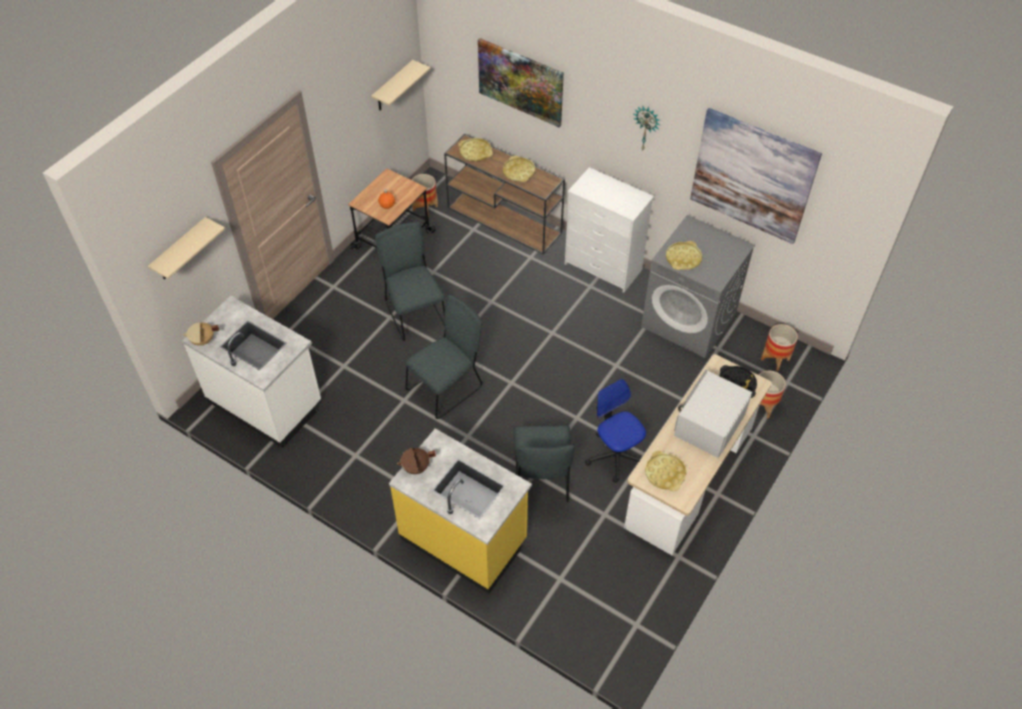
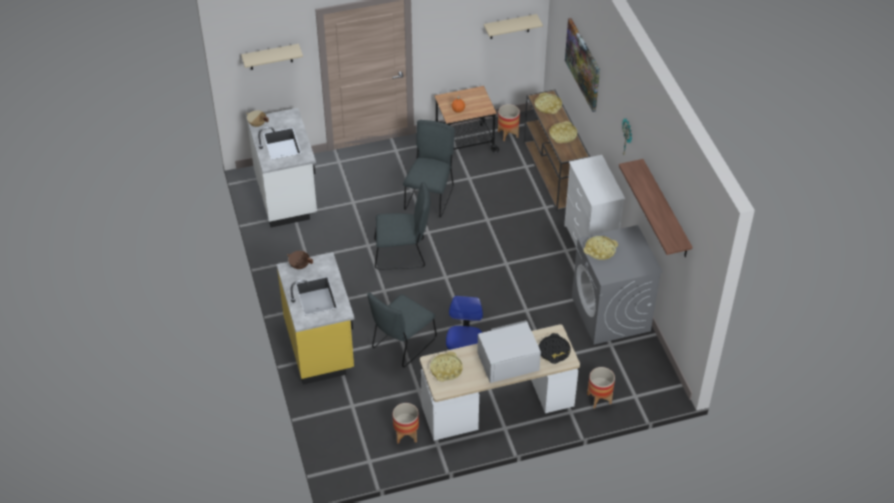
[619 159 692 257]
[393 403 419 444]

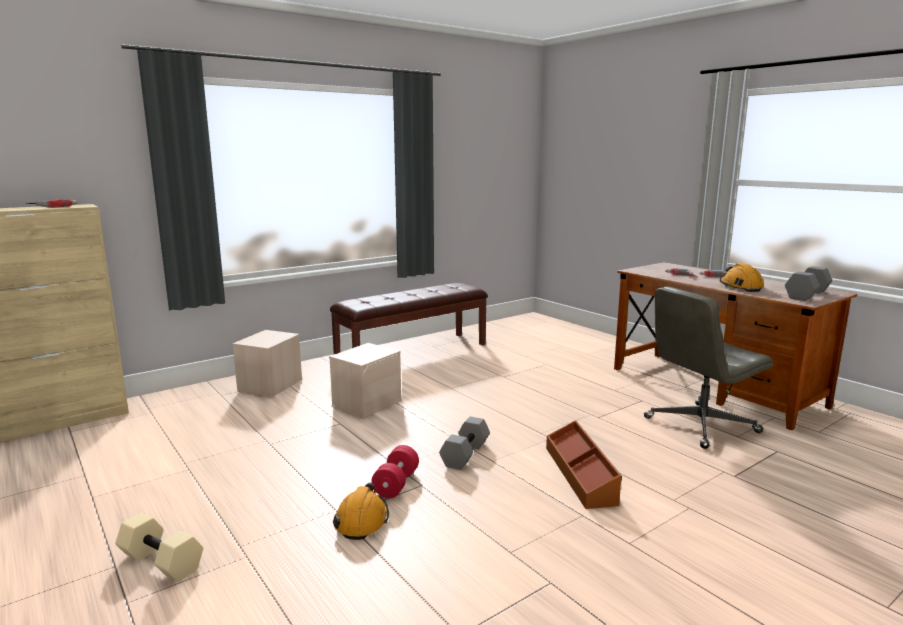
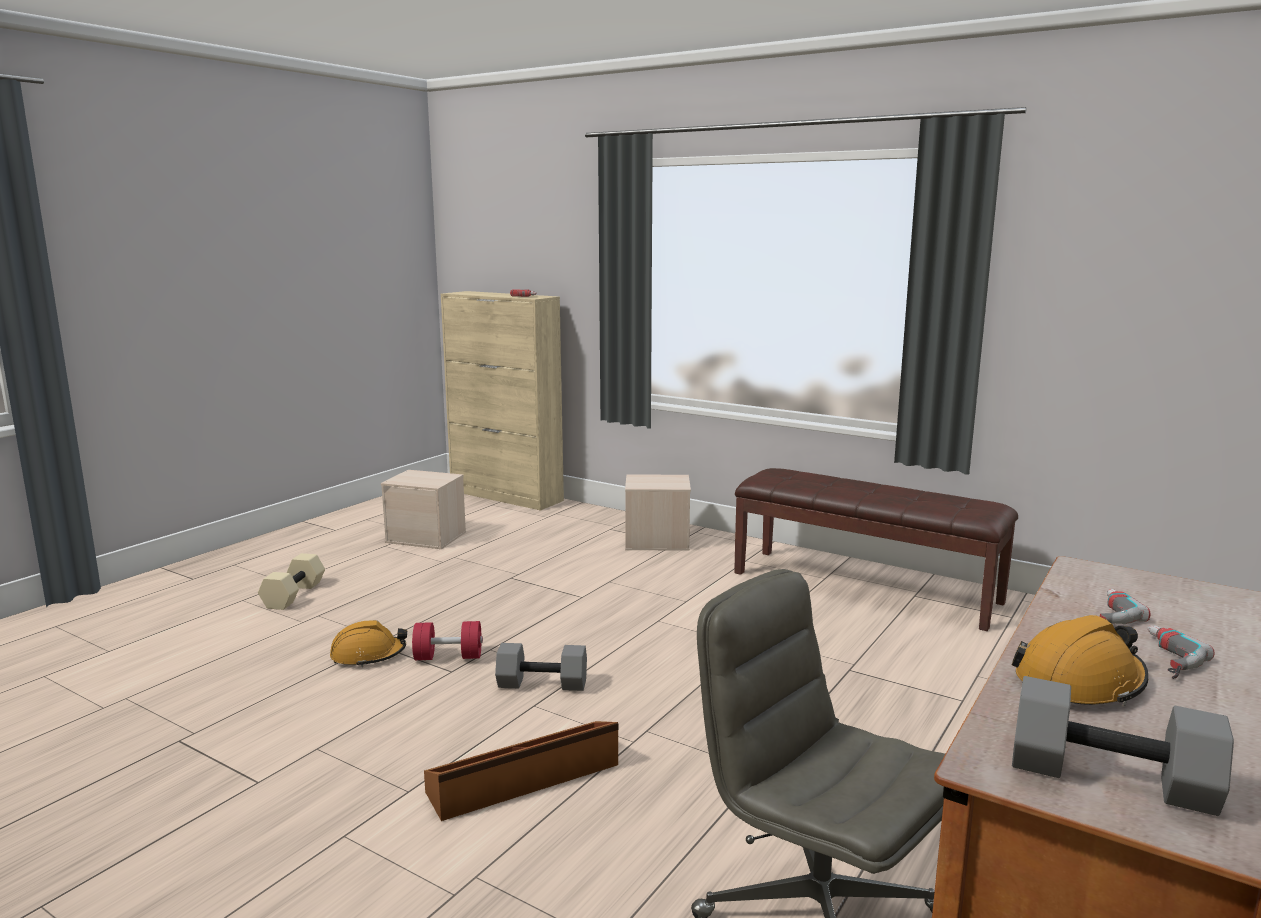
[381 470 466 549]

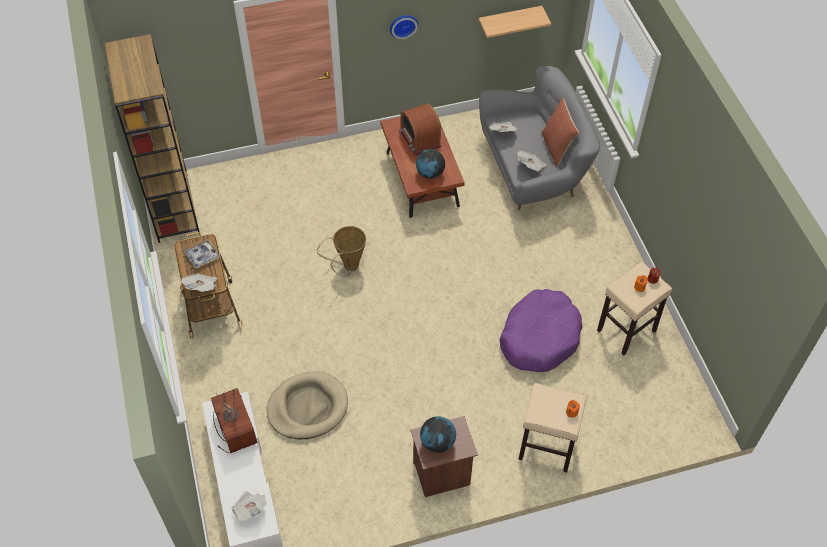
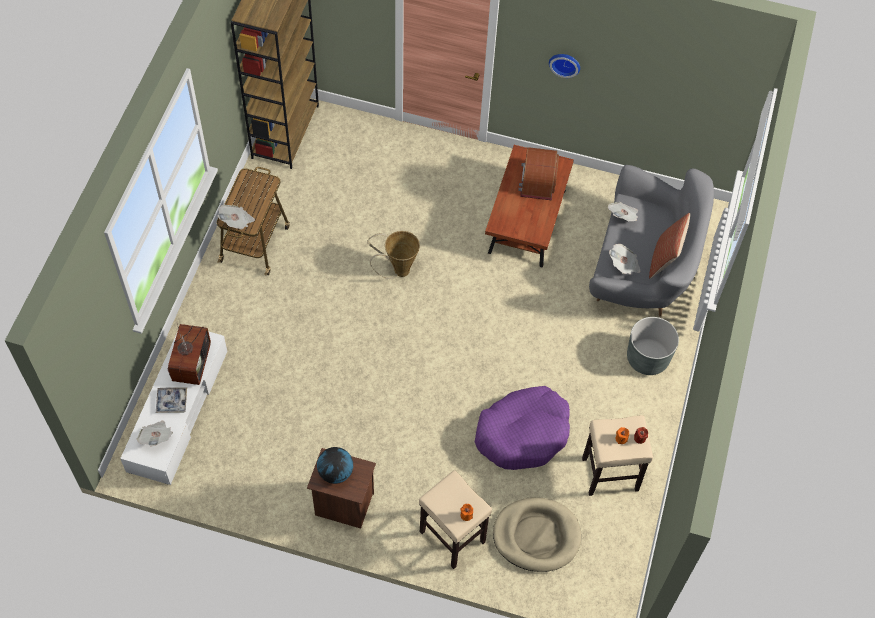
[156 387 187 413]
[493 497 581 572]
[416 149 445 179] (first image)
[479 6 551 38] (first image)
[627 317 679 375]

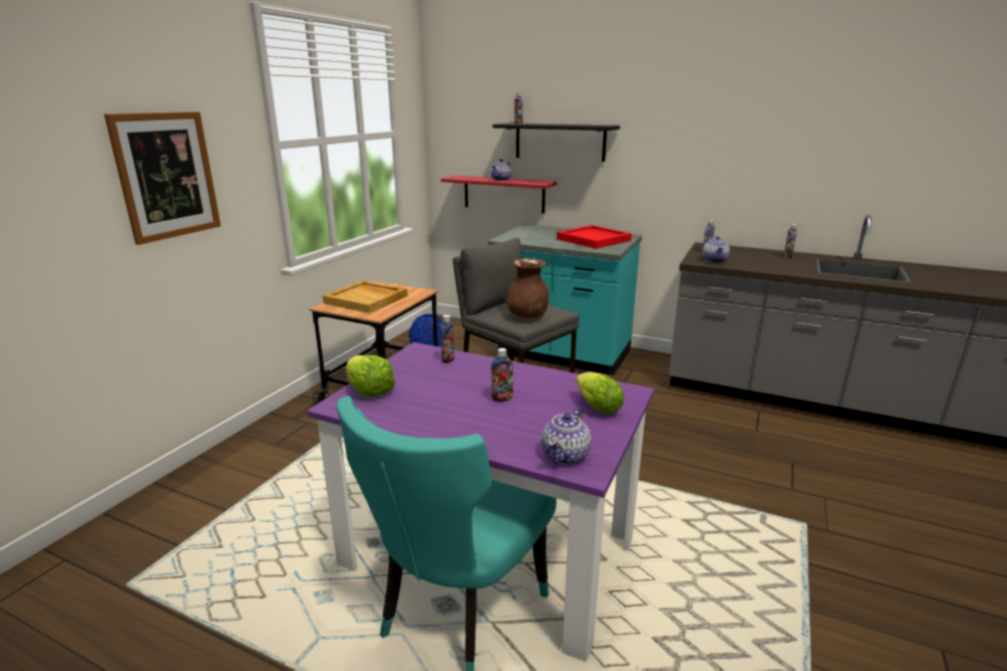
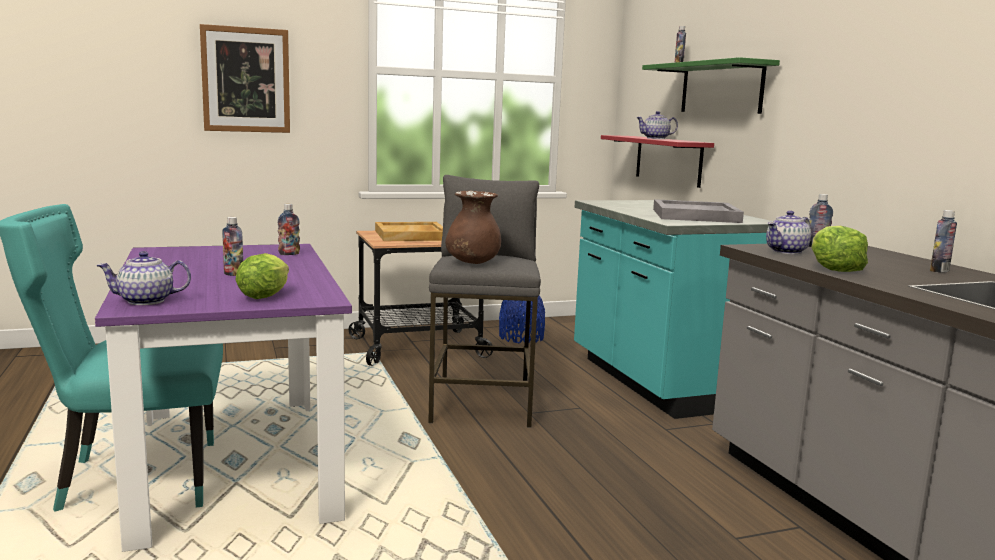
[811 226 868 272]
[642 57 780 114]
[653 199 744 223]

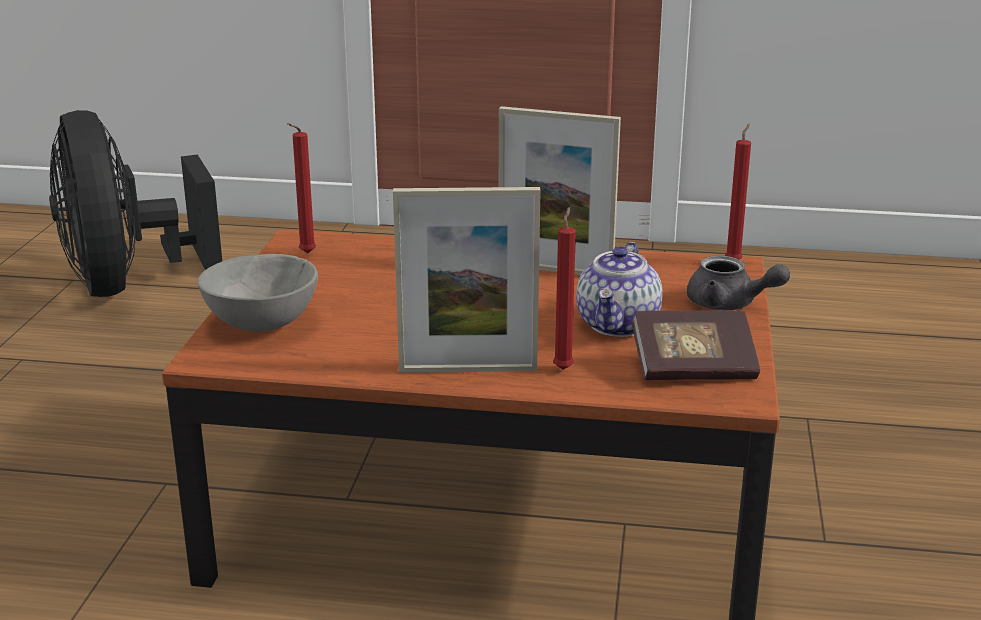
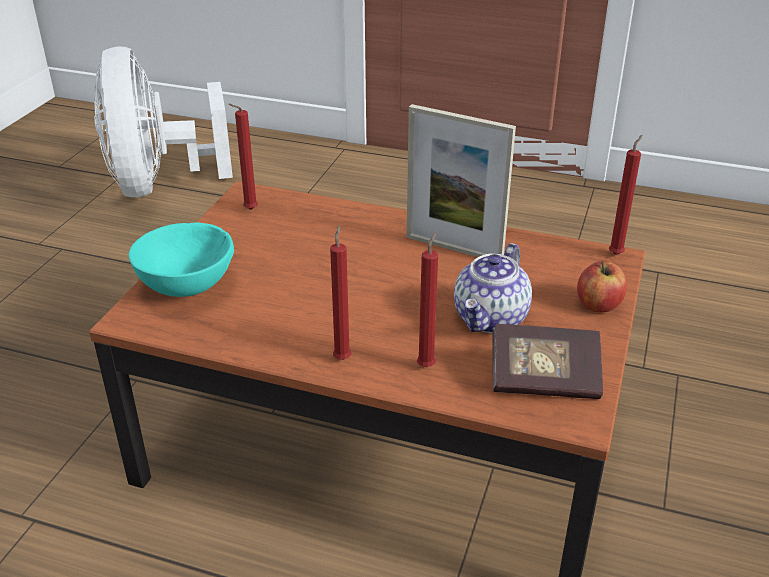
[94 46 233 197]
[129 223 234 297]
[330 225 351 360]
[577 261 627 313]

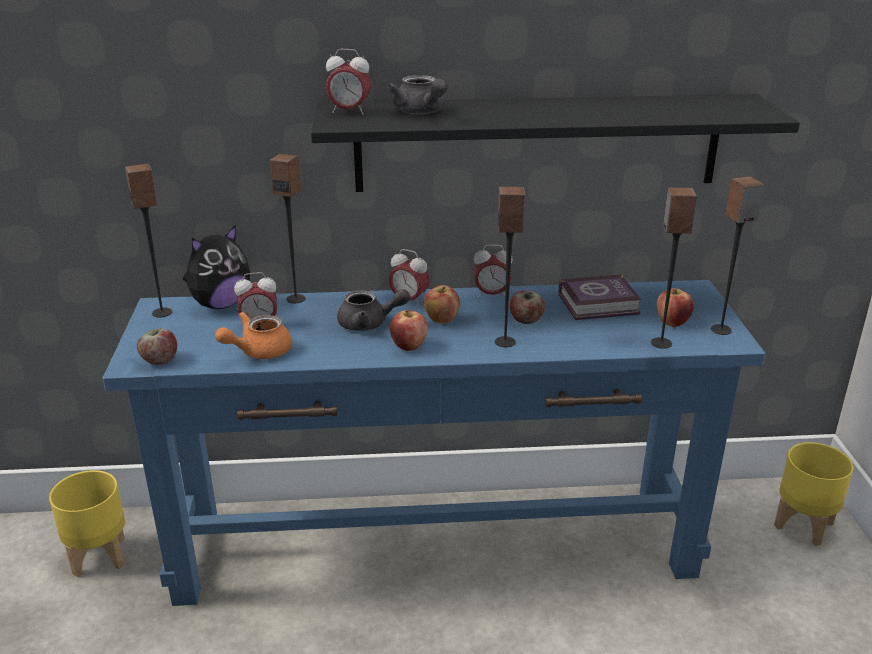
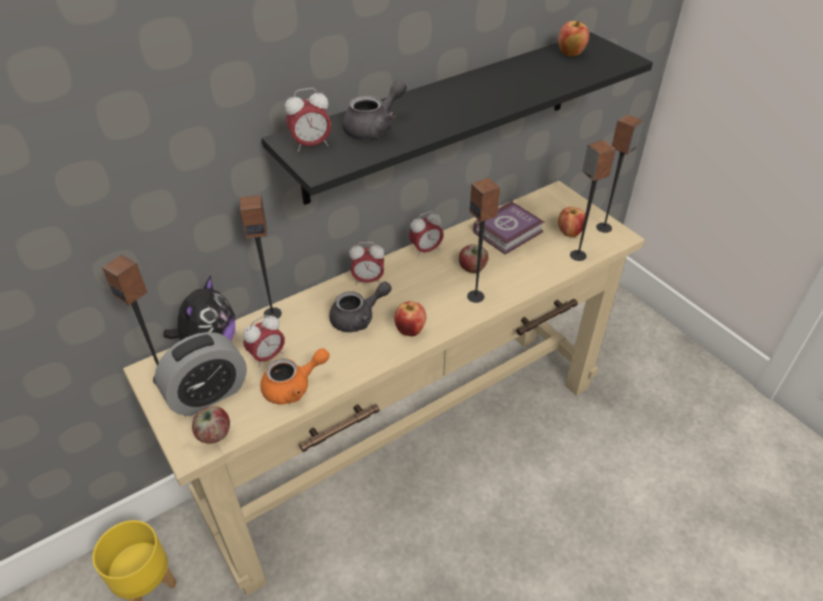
[123 181 645 596]
[260 348 330 404]
[342 80 407 139]
[558 21 589 56]
[774 442 854 546] (first image)
[155 332 247 416]

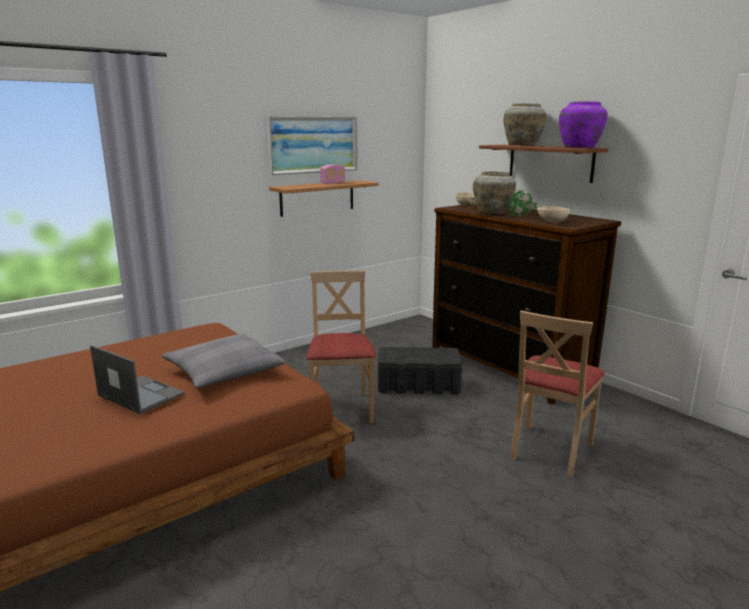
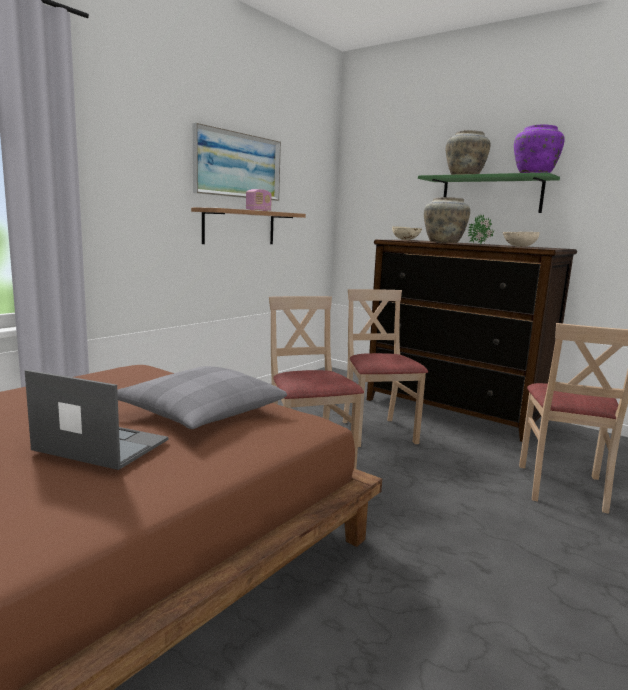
[343 289 428 447]
[418 172 560 213]

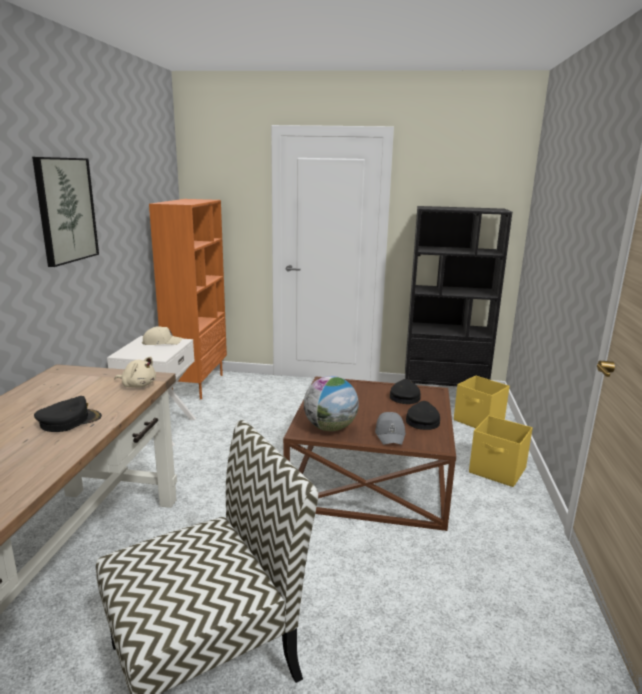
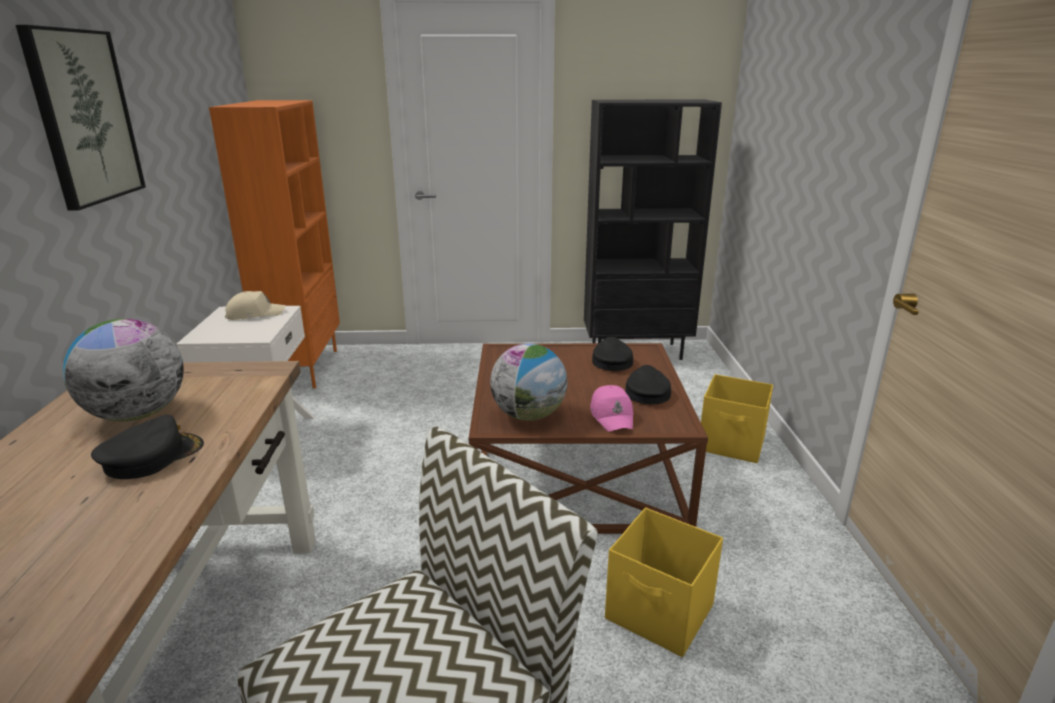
[115 357 156 388] (first image)
[590 385 633 432]
[605 508 723 657]
[63 319 184 422]

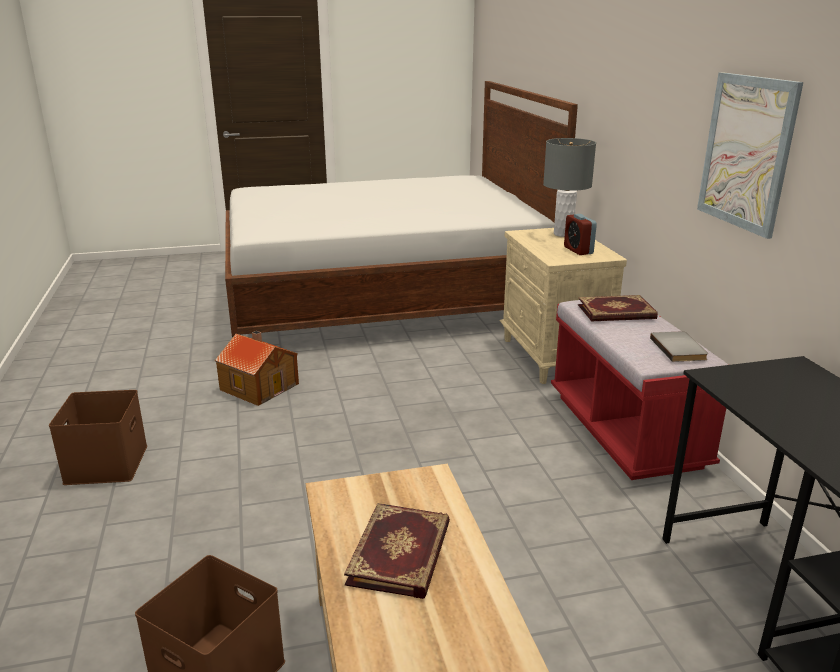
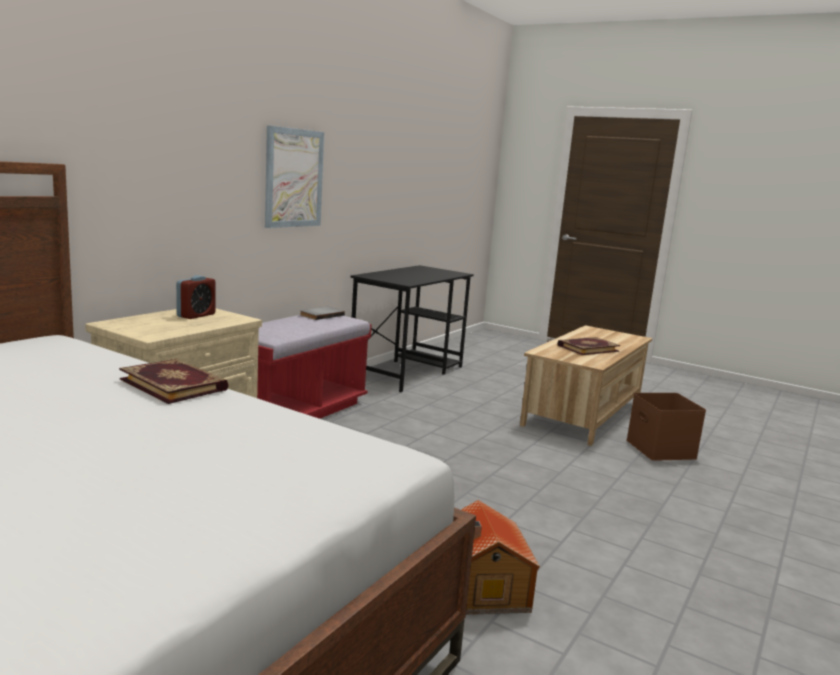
[49 390 147 485] (first image)
[543 138 596 237] (first image)
[119 359 228 404]

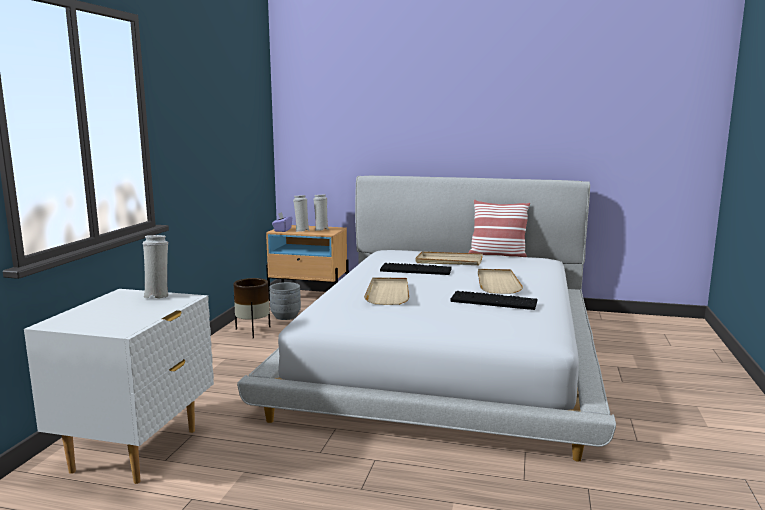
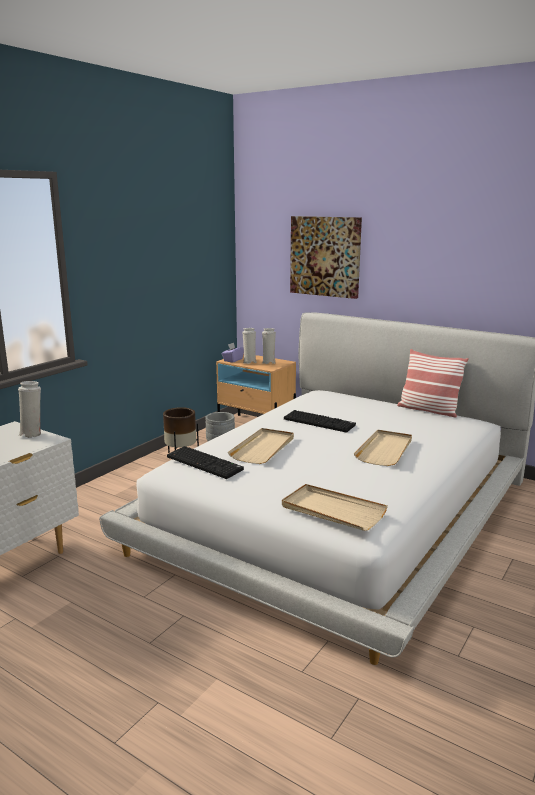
[282 484 388 531]
[167 446 244 479]
[290 216 362 299]

